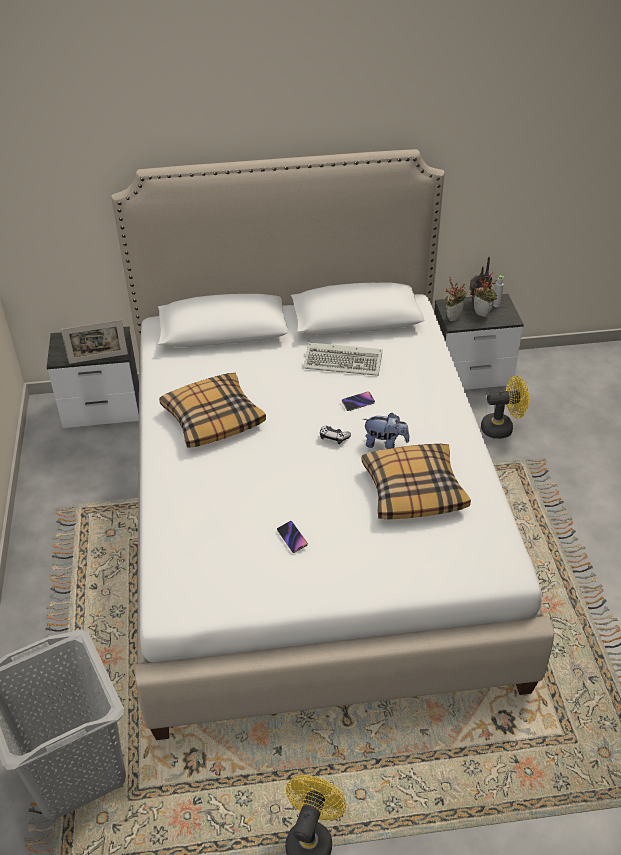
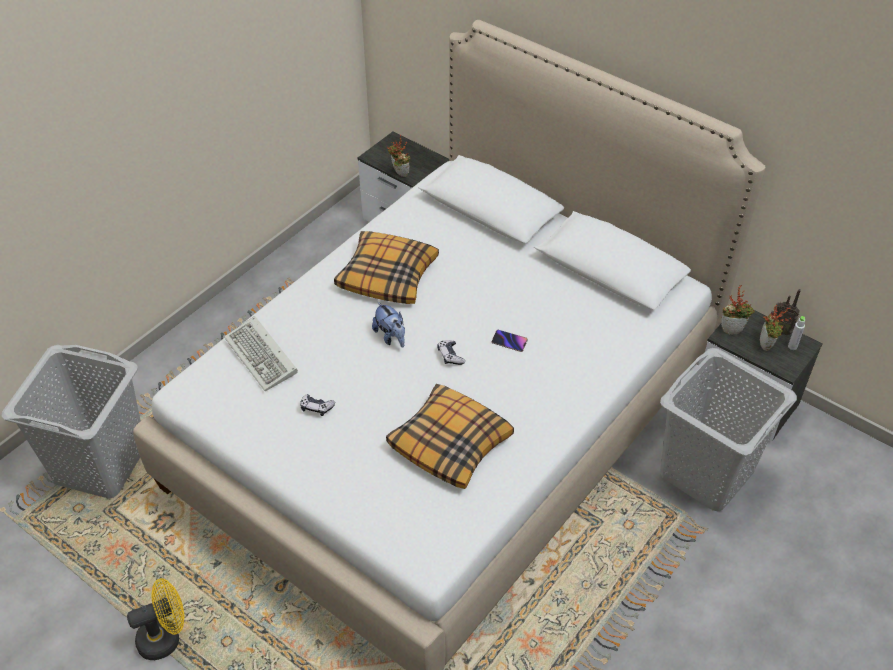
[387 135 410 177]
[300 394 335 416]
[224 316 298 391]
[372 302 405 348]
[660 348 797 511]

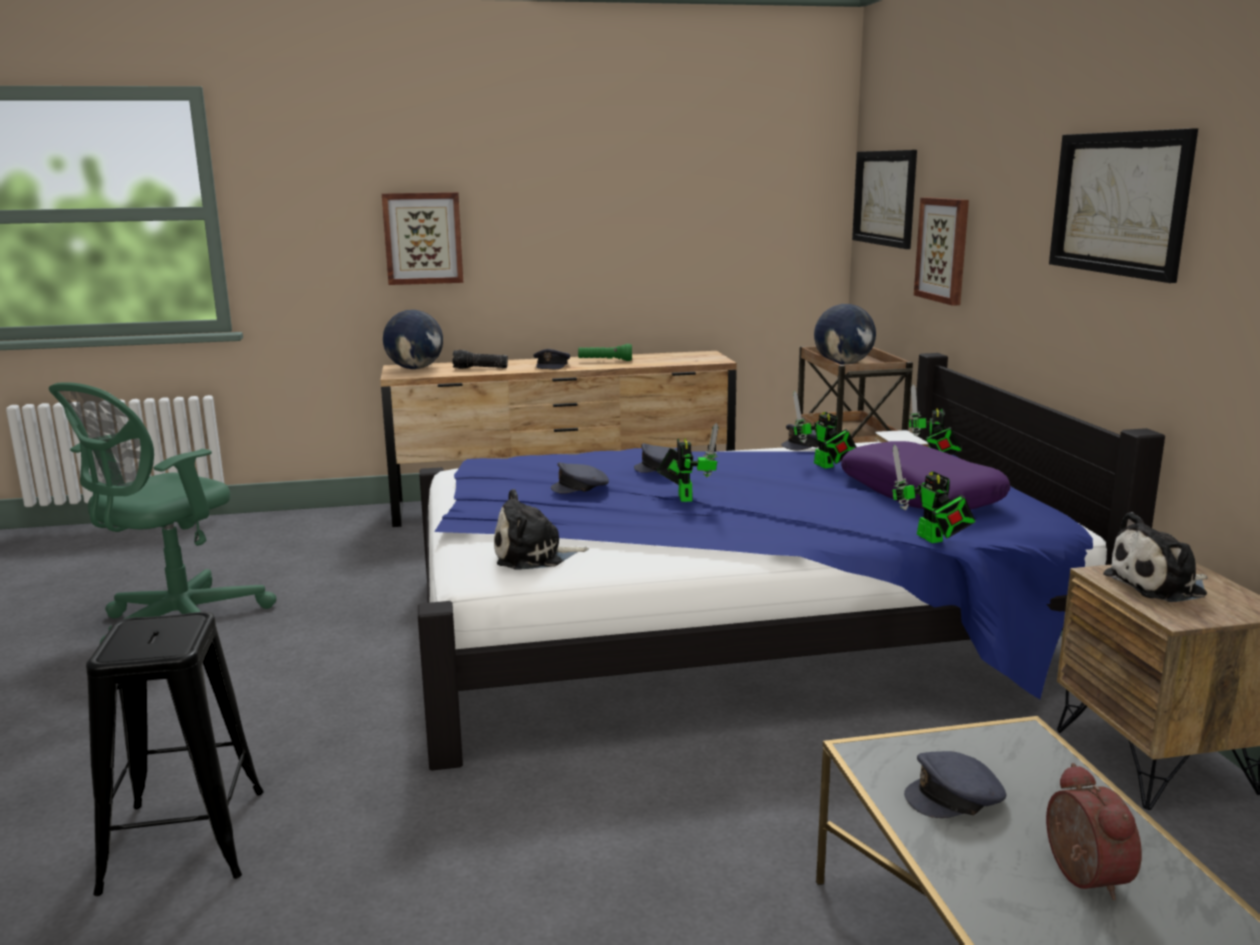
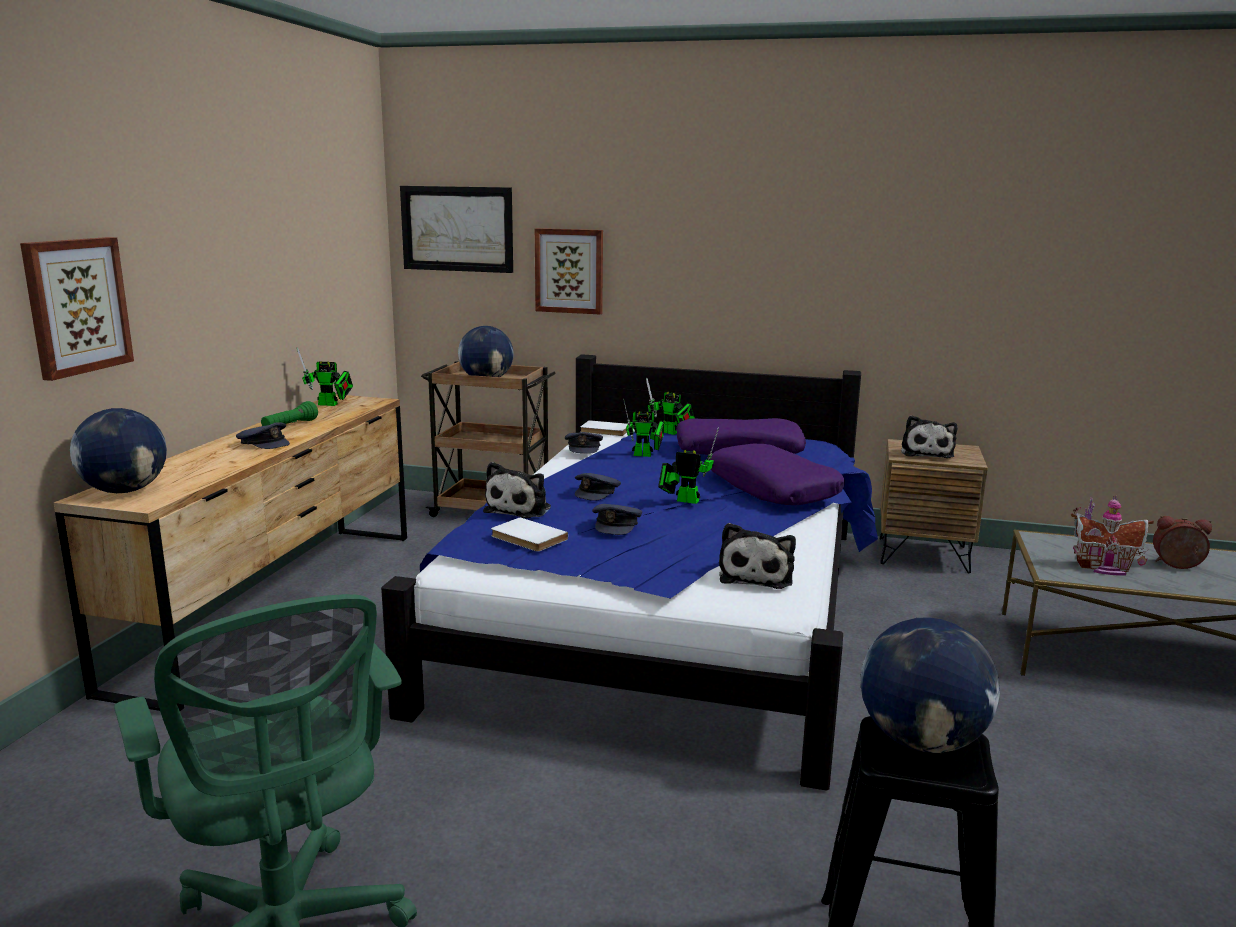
[452 350 508 369] (first image)
[297 347 353 406]
[1071 495 1154 575]
[1049 128 1198 283] (first image)
[483 462 551 518]
[491 517 568 552]
[710 444 845 505]
[860 617 1000 753]

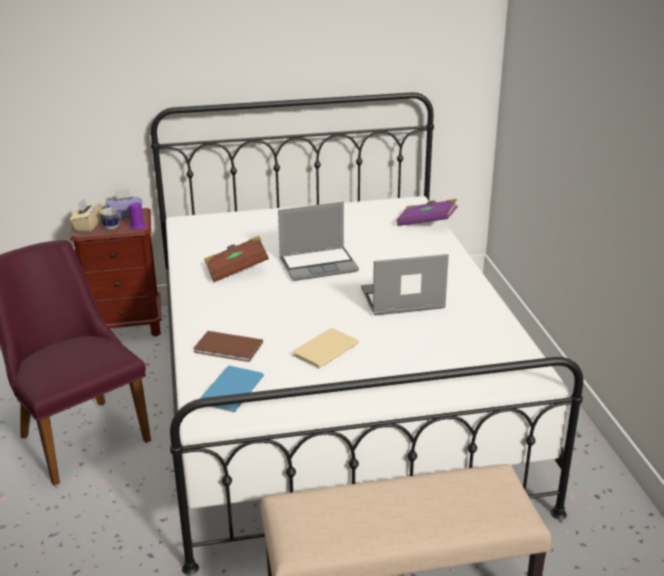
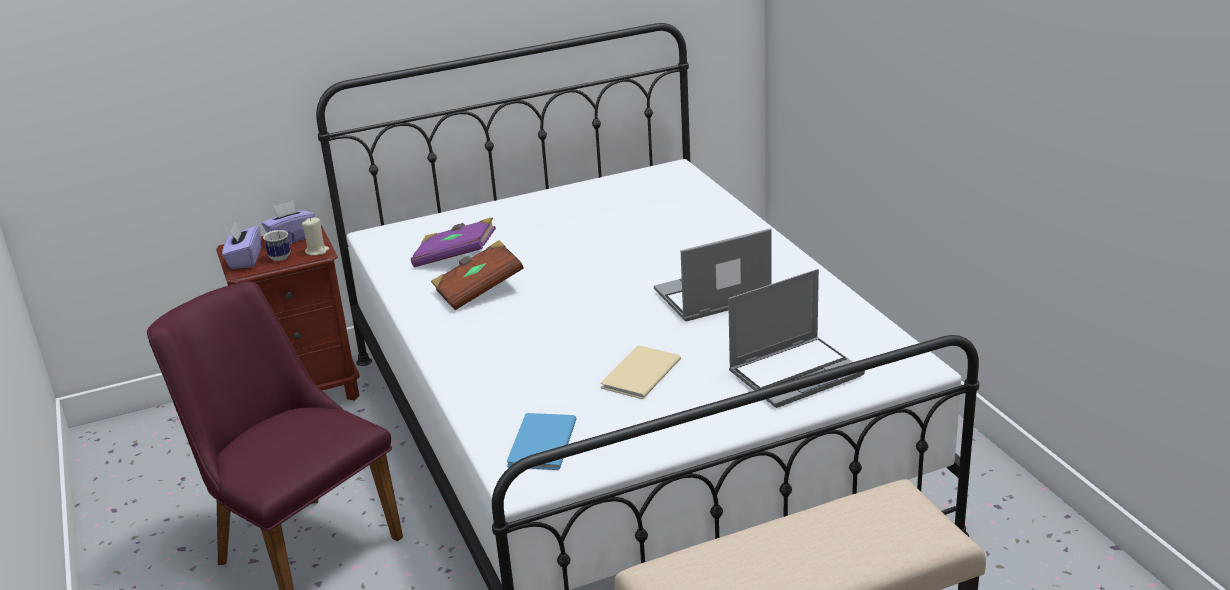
[222 222 261 269]
[302 217 329 256]
[193 331 263 362] (first image)
[728 269 865 408]
[411 217 496 267]

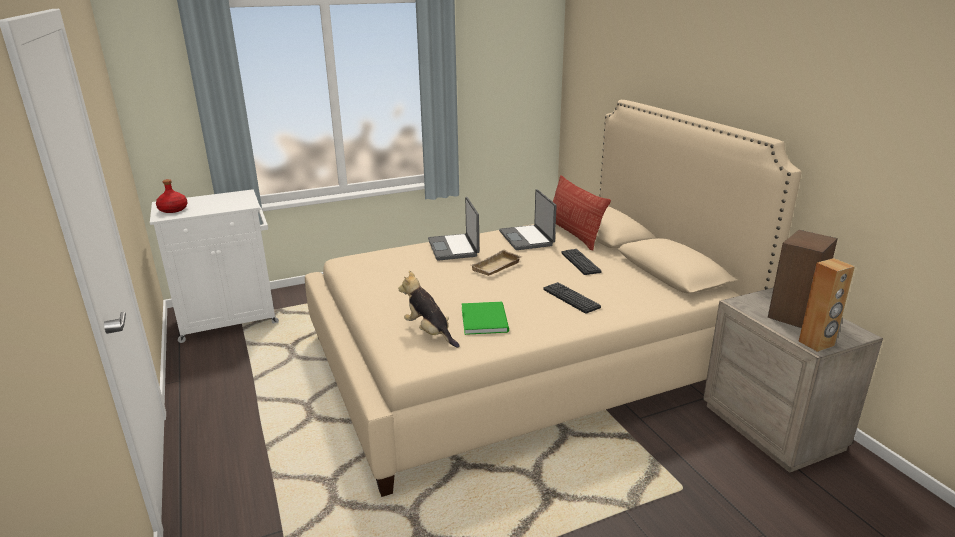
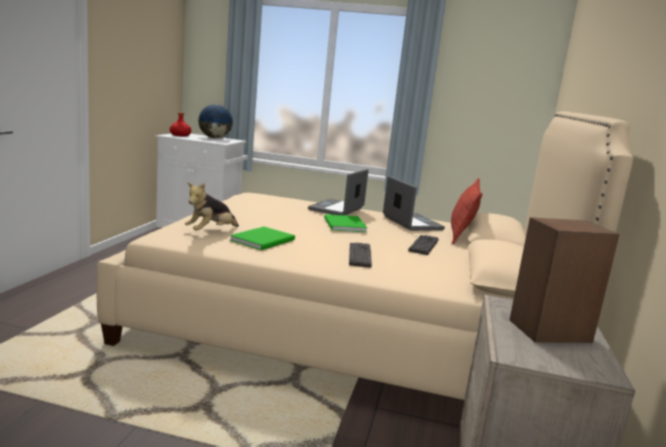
[185 183 239 231]
[324 214 367 232]
[383 176 445 231]
[799 258 855 352] (first image)
[198 104 233 138]

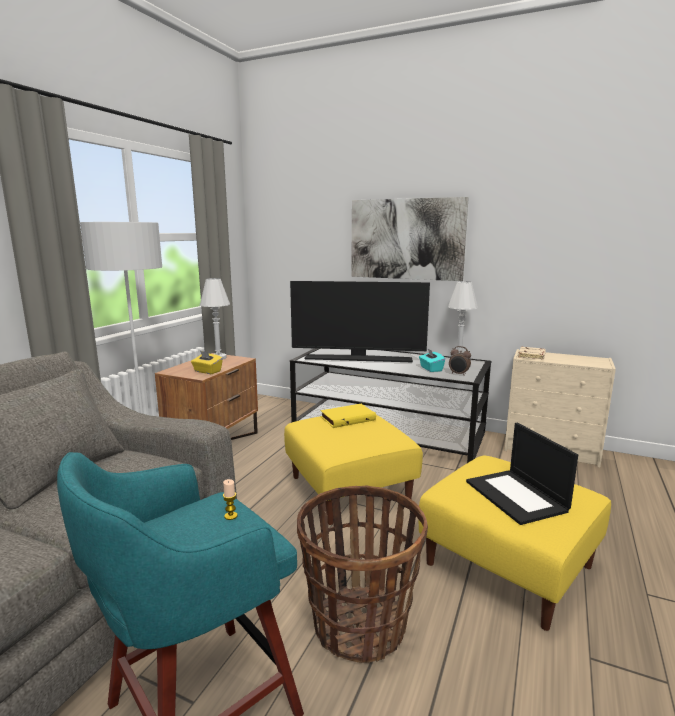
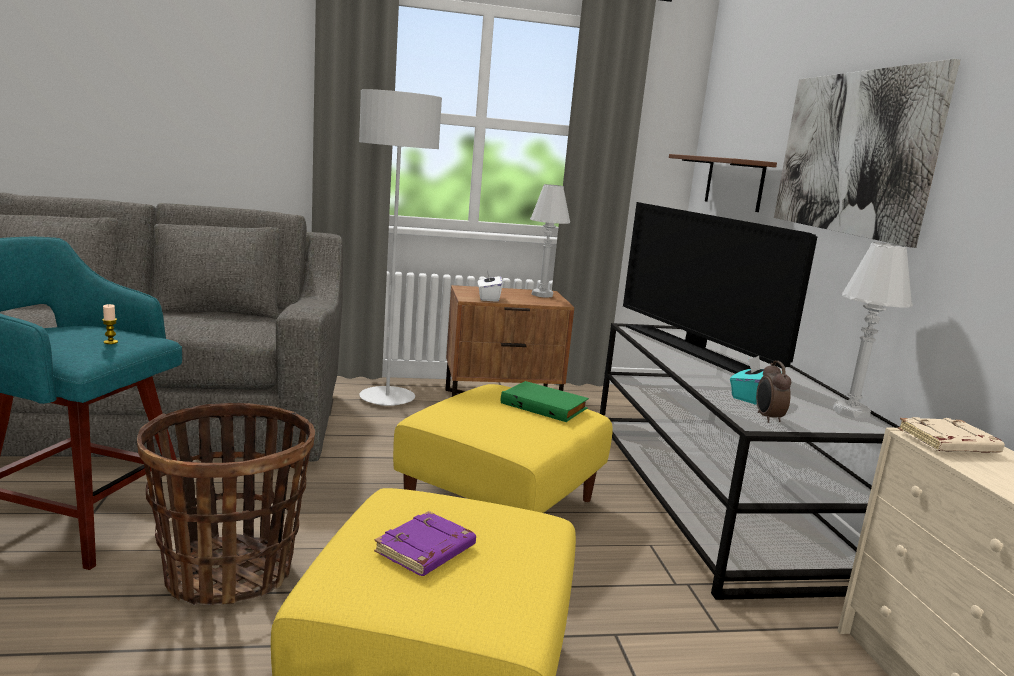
[478 270 503 302]
[501 381 589 422]
[374 511 476 576]
[669 154 777 212]

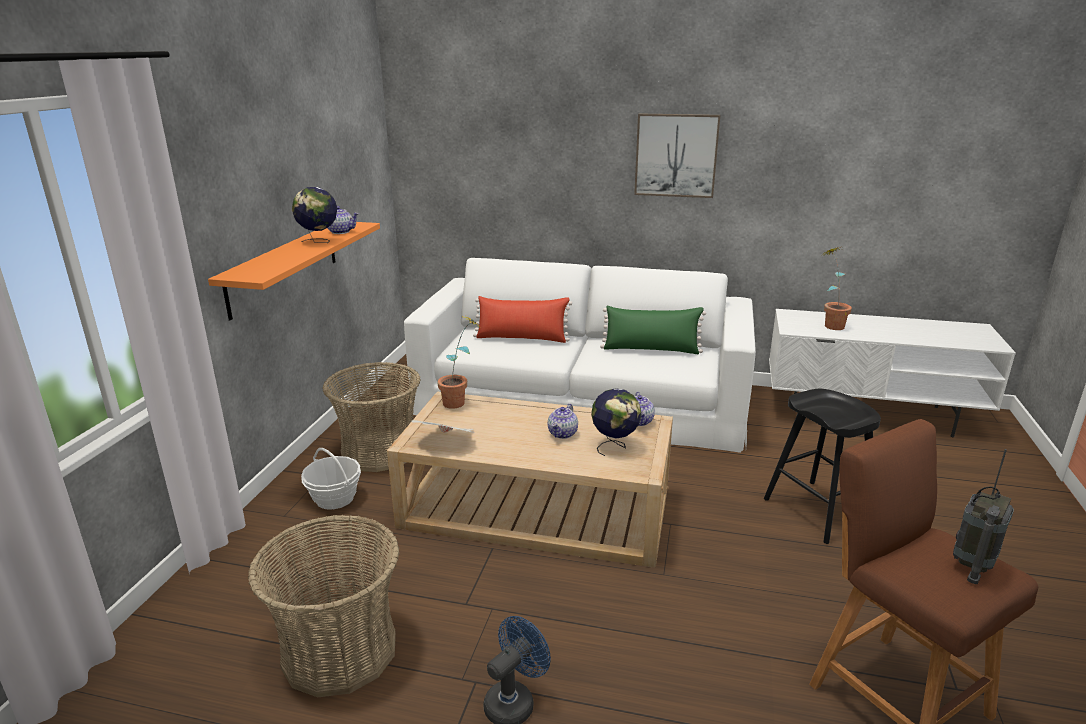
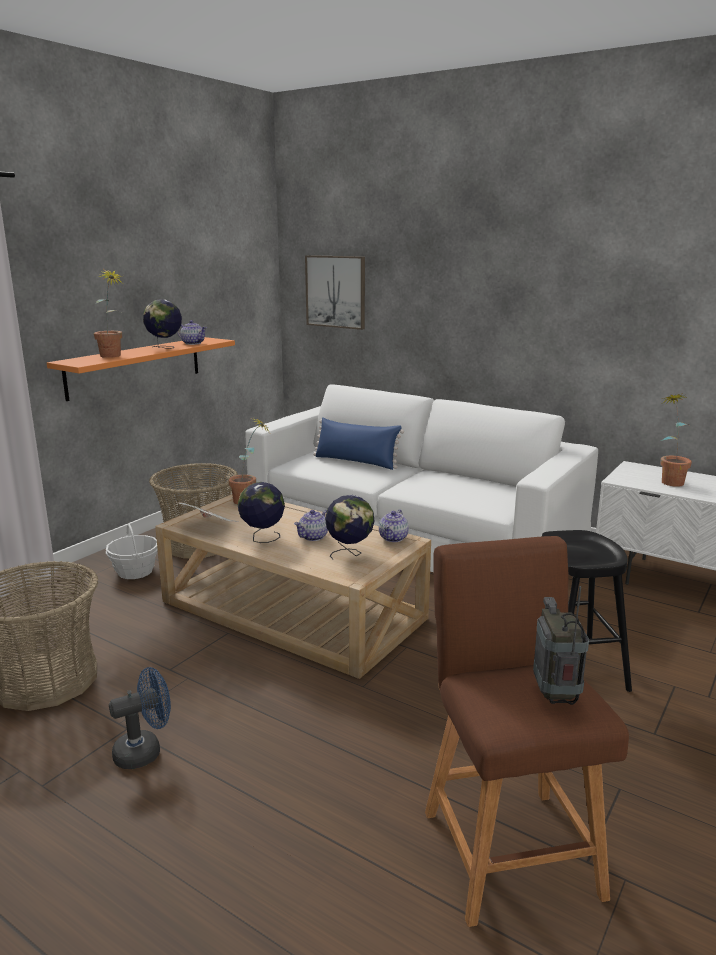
[313 417 404 470]
[600 306 706 354] (first image)
[305 255 365 330]
[533 586 589 705]
[94 269 123 358]
[238 482 285 543]

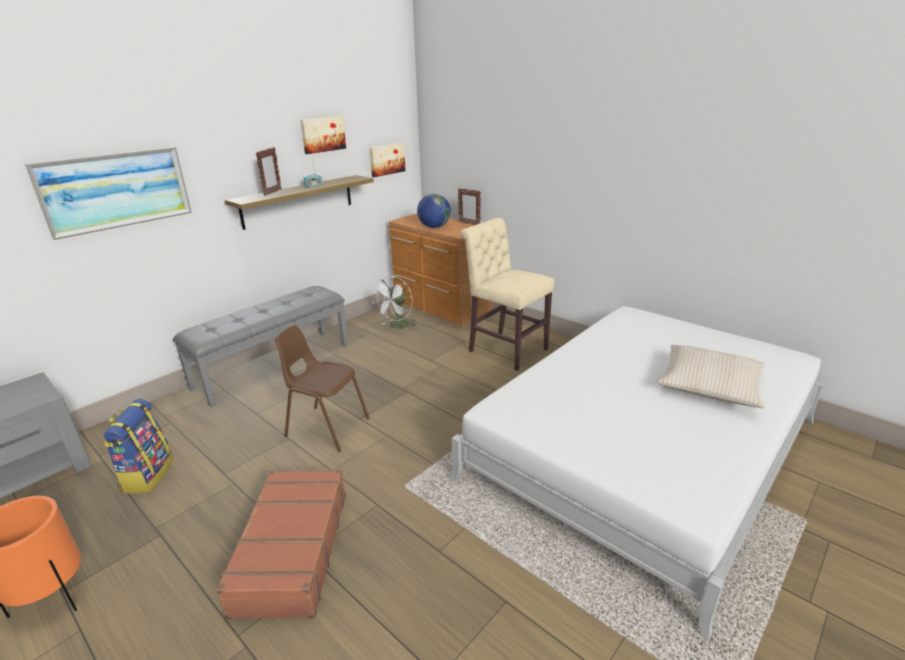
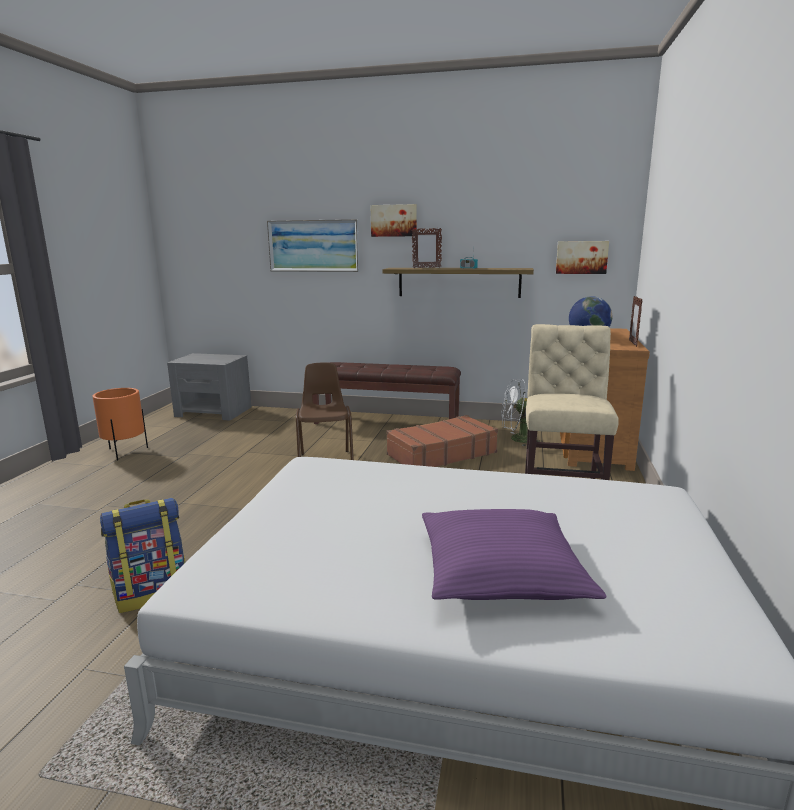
[100 498 185 613]
[313 362 461 424]
[386 415 498 467]
[371 204 417 237]
[422 509 607 600]

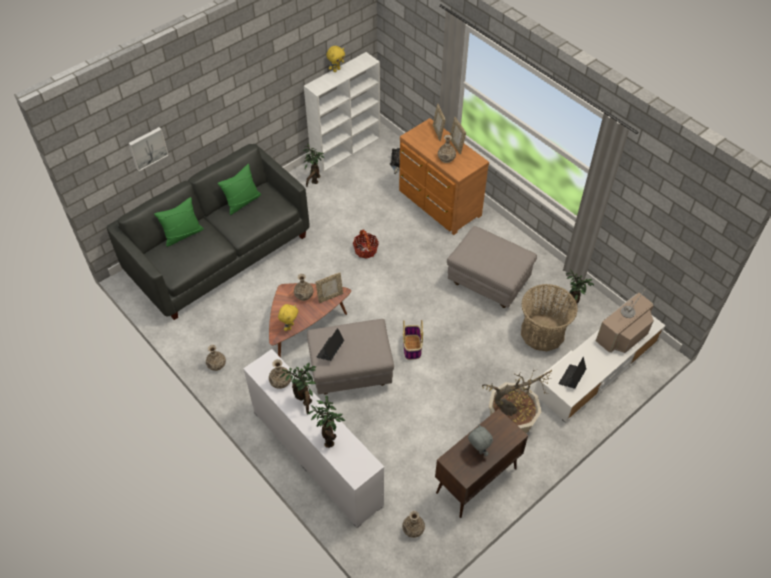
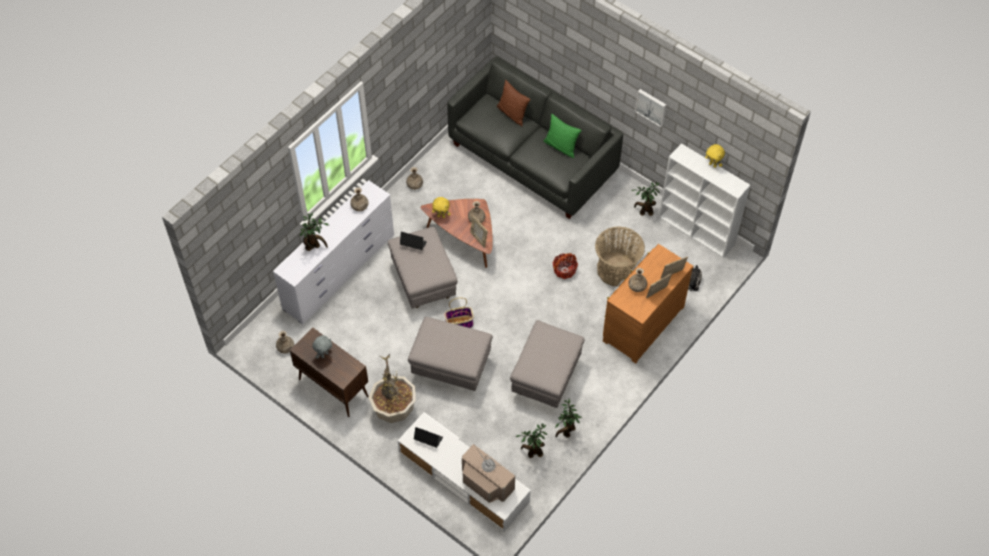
[635 89 666 127]
[497 80 531 126]
[555 399 582 438]
[595 227 645 286]
[408 317 493 391]

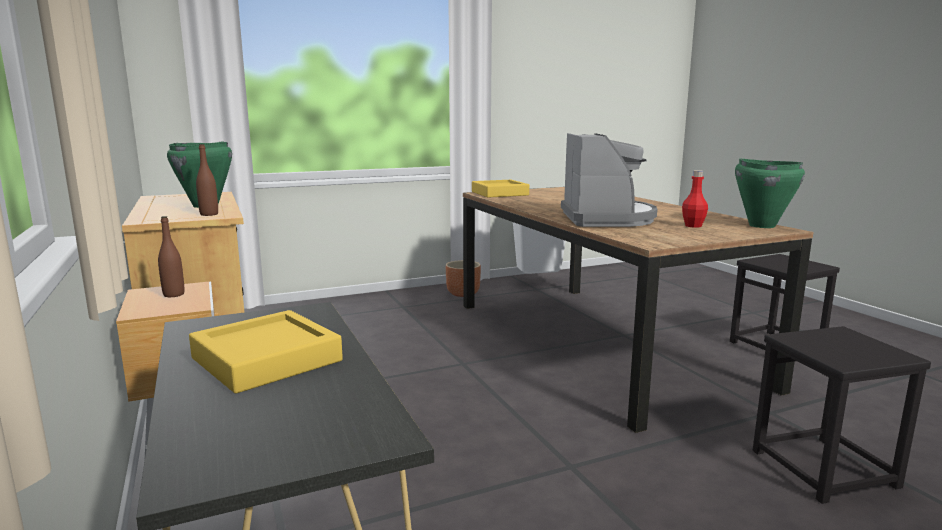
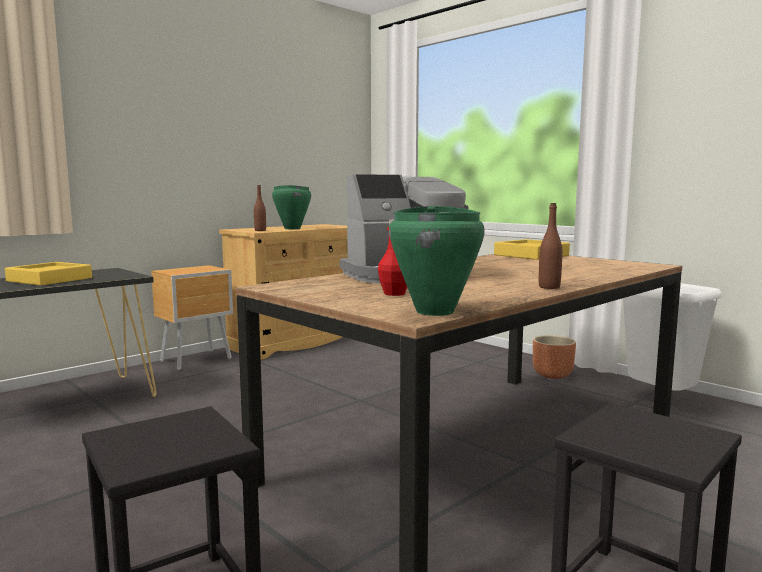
[539 203 562 289]

